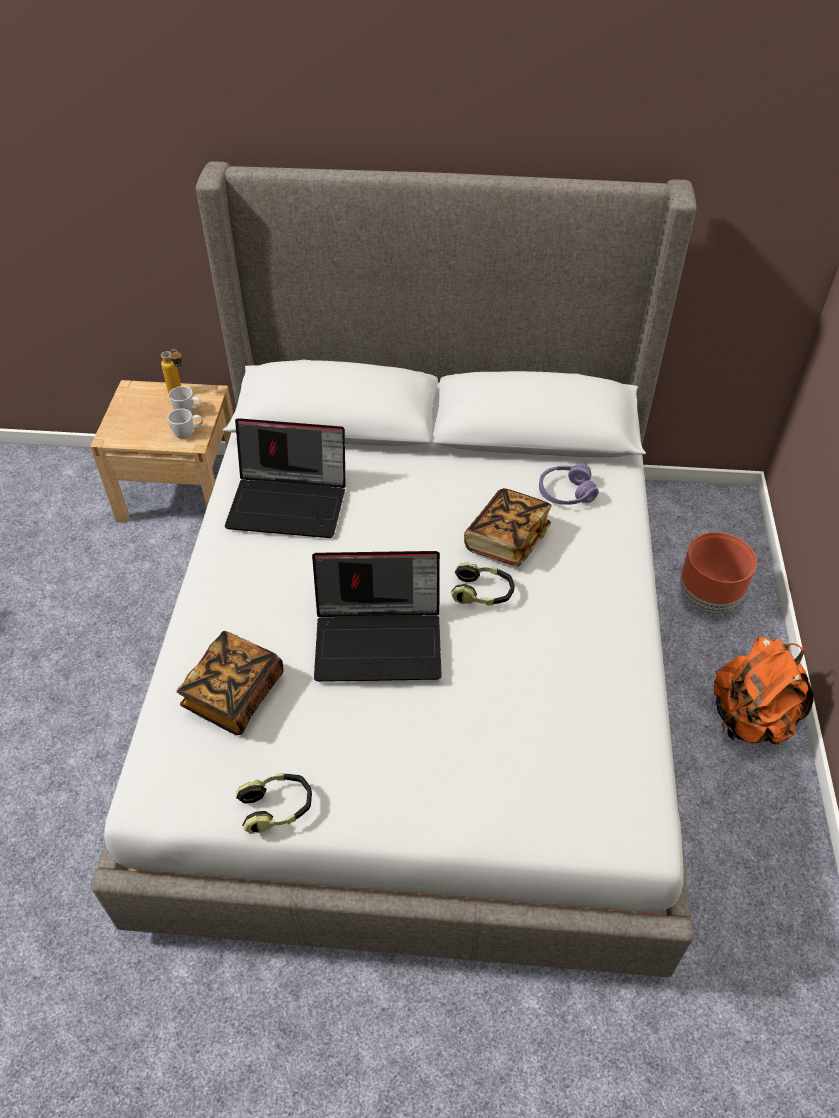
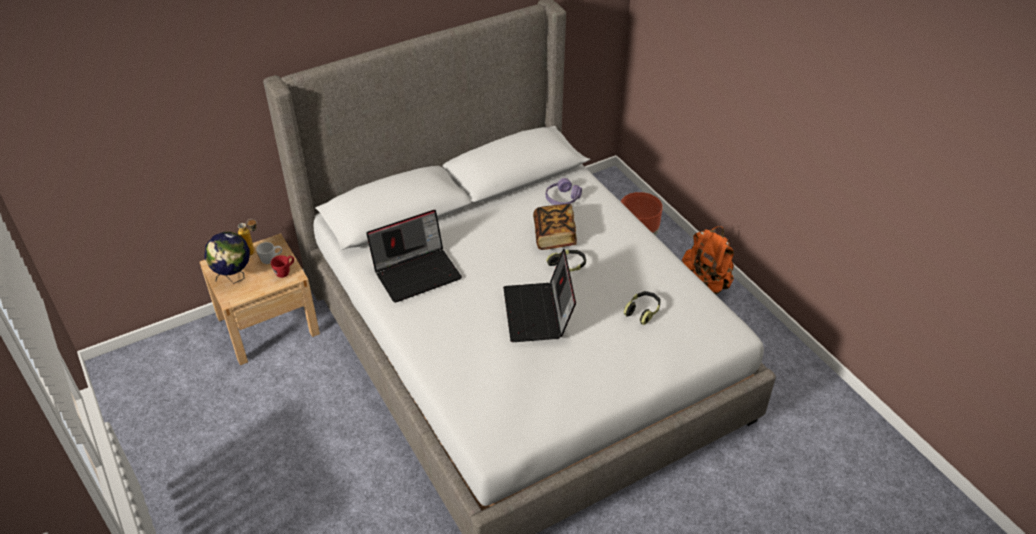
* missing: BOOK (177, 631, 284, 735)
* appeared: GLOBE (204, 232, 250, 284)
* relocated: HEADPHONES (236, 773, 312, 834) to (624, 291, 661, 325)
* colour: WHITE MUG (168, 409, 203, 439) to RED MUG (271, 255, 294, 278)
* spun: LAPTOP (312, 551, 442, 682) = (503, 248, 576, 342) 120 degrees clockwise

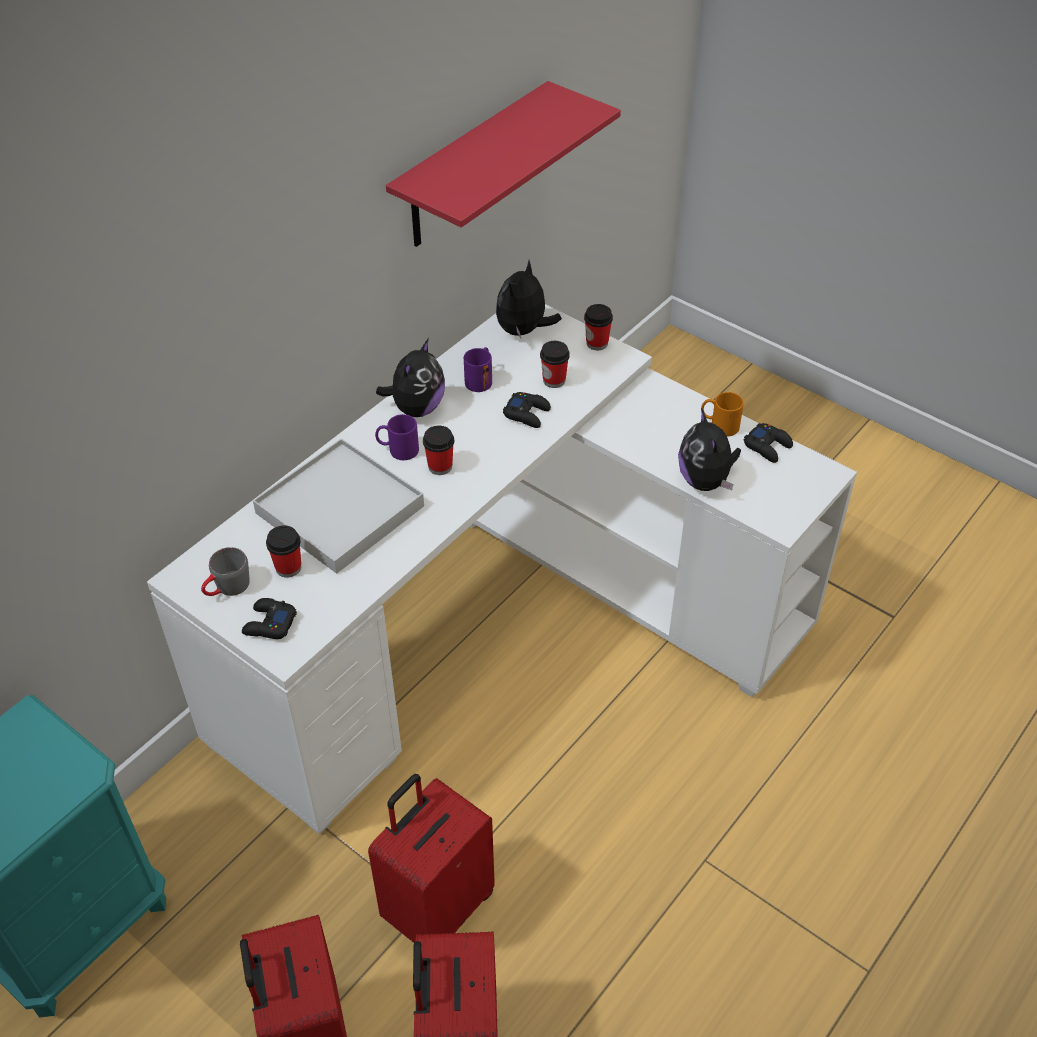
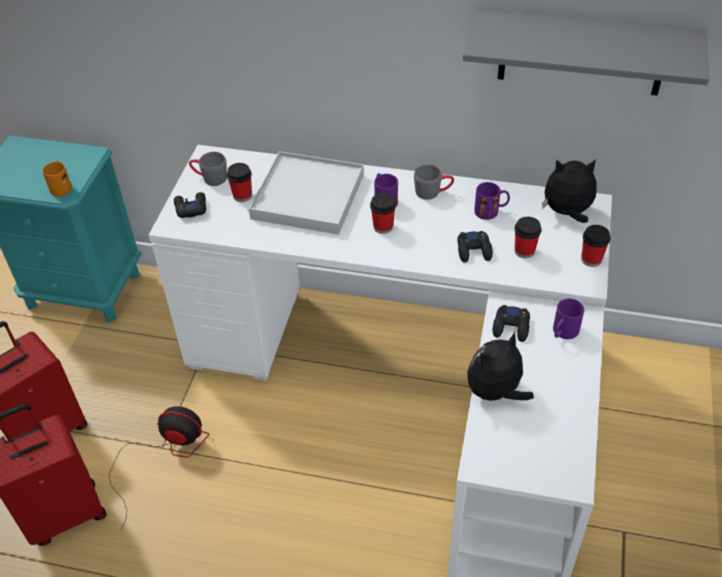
* appeared: PURPLE MUG (553, 298, 584, 339)
* relocated: ORANGE MUG (701, 392, 744, 437) to (42, 161, 72, 197)
* relocated: BLACK GAME CONTROLLER (744, 423, 793, 463) to (493, 305, 530, 342)
* exchanged: RED SUITCASE (368, 774, 495, 943) to FAN (109, 406, 210, 530)
* exchanged: PLUSH TOY (376, 338, 445, 417) to GREY MUG (414, 164, 454, 200)
* colour: RED SHELF (386, 81, 621, 247) to GREY SHELF (463, 9, 709, 96)

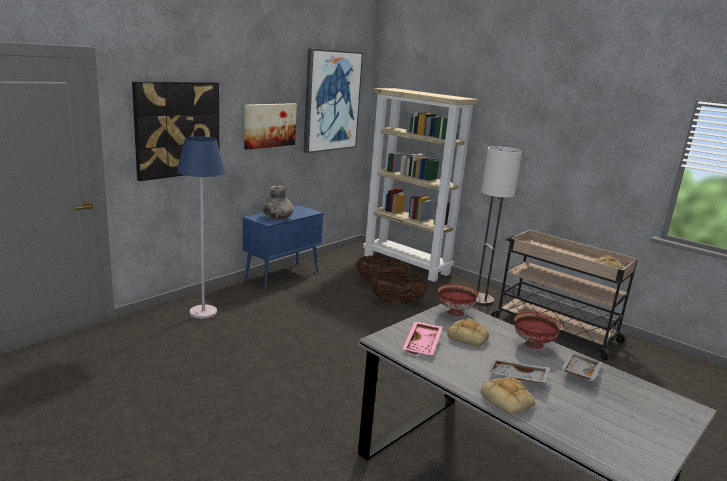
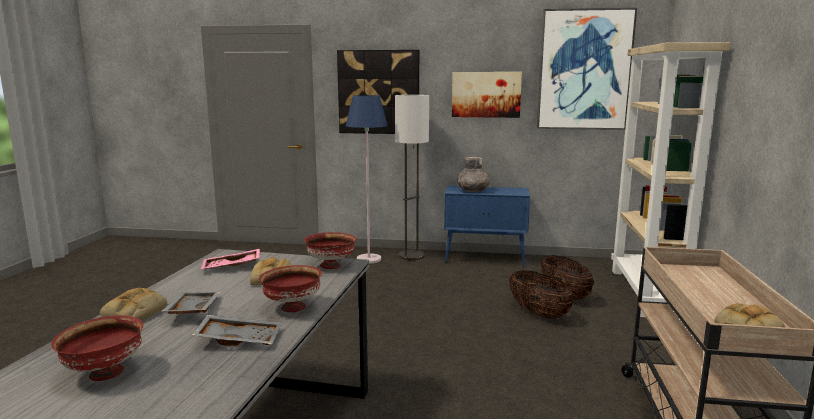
* appeared: RED BOWL (51, 315, 143, 381)
* relocated: FLOOR LAMP (476, 146, 522, 306) to (395, 95, 429, 260)

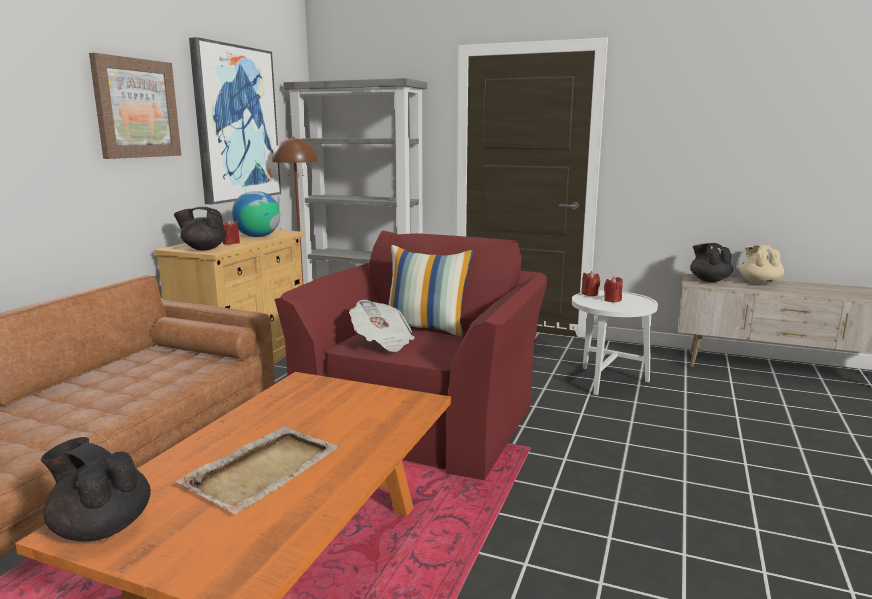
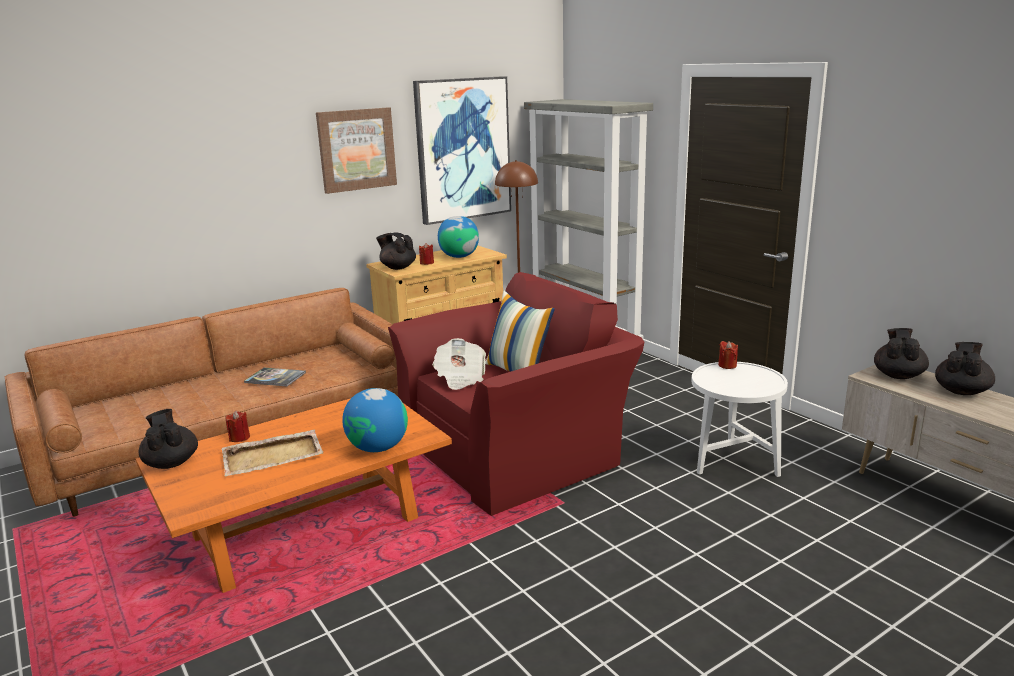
* appeared: BOOK (244, 368, 306, 386)
* appeared: GLOBE (342, 388, 408, 452)
* relocated: RED CANDLE (604, 276, 623, 302) to (226, 411, 250, 442)
* colour: BEIGE TEAPOT (739, 245, 784, 284) to BLACK TEAPOT (935, 342, 995, 395)

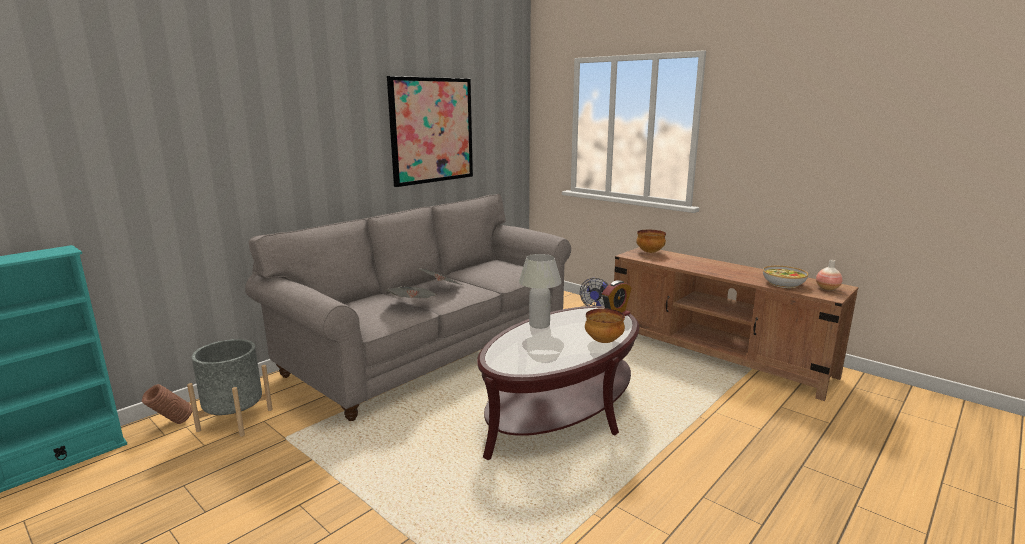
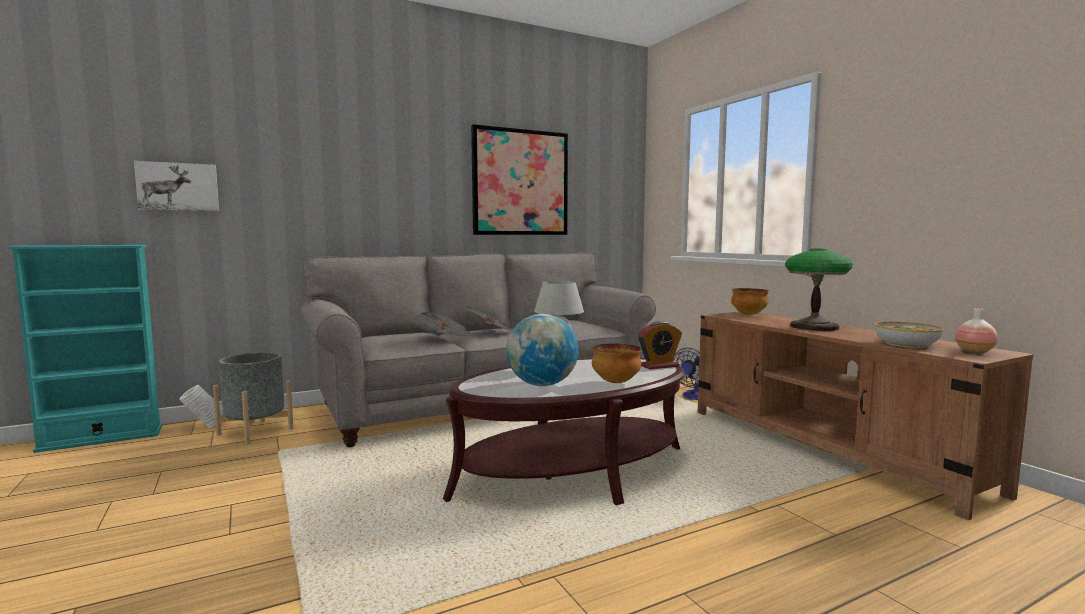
* appeared: PICTURE (134, 161, 219, 211)
* appeared: GLOBE (506, 314, 579, 386)
* appeared: TABLE LAMP (785, 249, 853, 331)
* colour: BROWN VASE (142, 384, 192, 424) to WHITE VASE (179, 385, 223, 428)

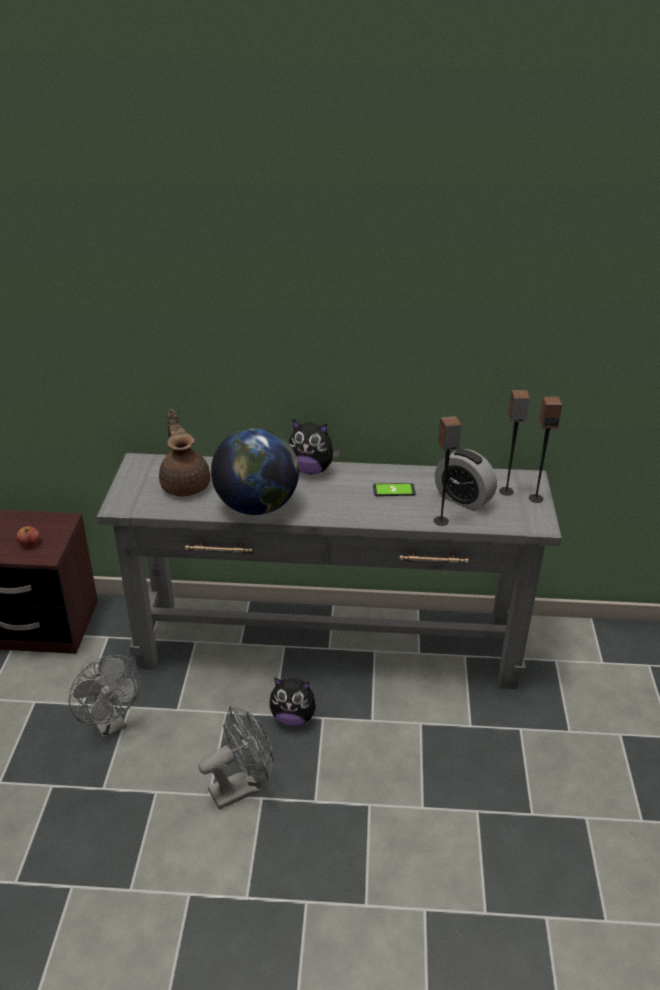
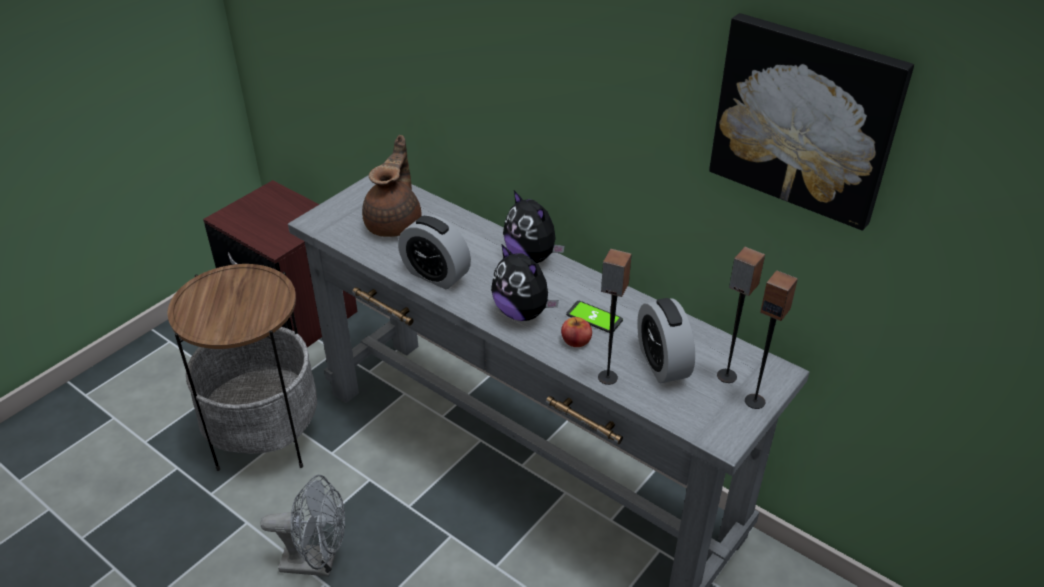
* appeared: PICTURE (709, 13, 914, 230)
* relocated: APPLE (17, 526, 40, 548) to (561, 317, 592, 347)
* relocated: PLUSH TOY (270, 678, 322, 726) to (491, 244, 559, 321)
* exchanged: GREY FAN (69, 655, 141, 739) to SIDE TABLE (167, 264, 317, 471)
* exchanged: GLOBE (211, 427, 299, 515) to ALARM CLOCK (398, 215, 471, 289)

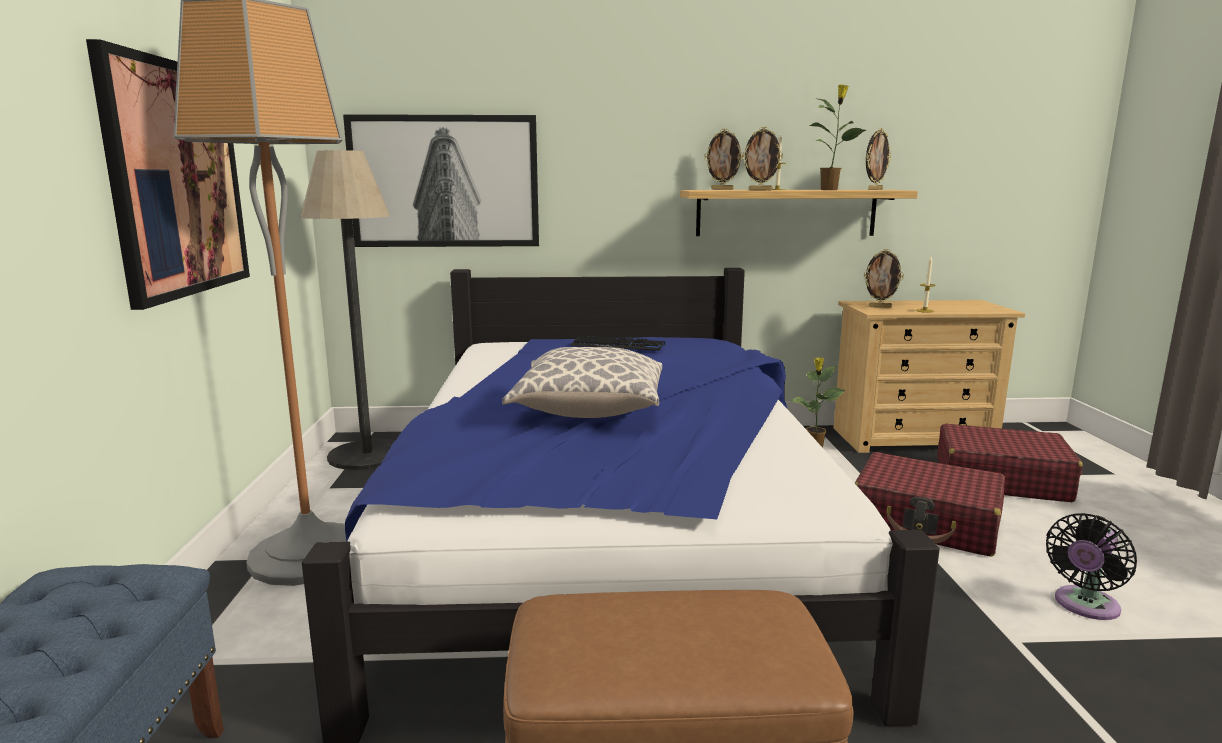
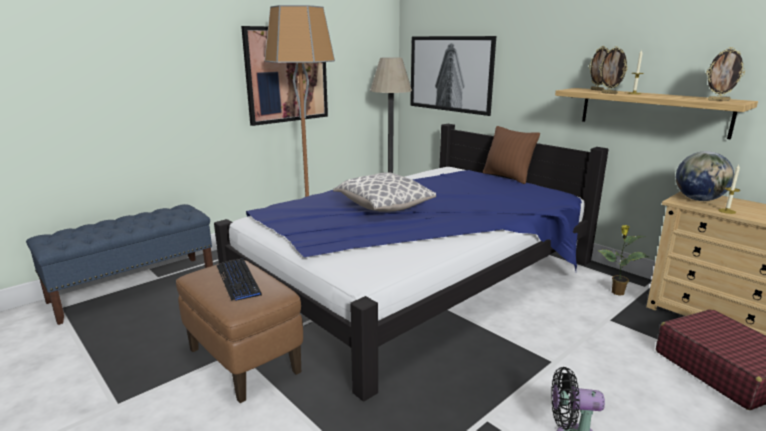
* missing: POTTED PLANT (809, 84, 866, 190)
* missing: RED SUITCASE (855, 452, 1005, 557)
* appeared: BROWN PILLOW (483, 126, 540, 184)
* relocated: KEYBOARD (571, 335, 665, 351) to (217, 258, 262, 301)
* exchanged: PICTURE FRAME (863, 249, 904, 308) to GLOBE (676, 151, 734, 201)

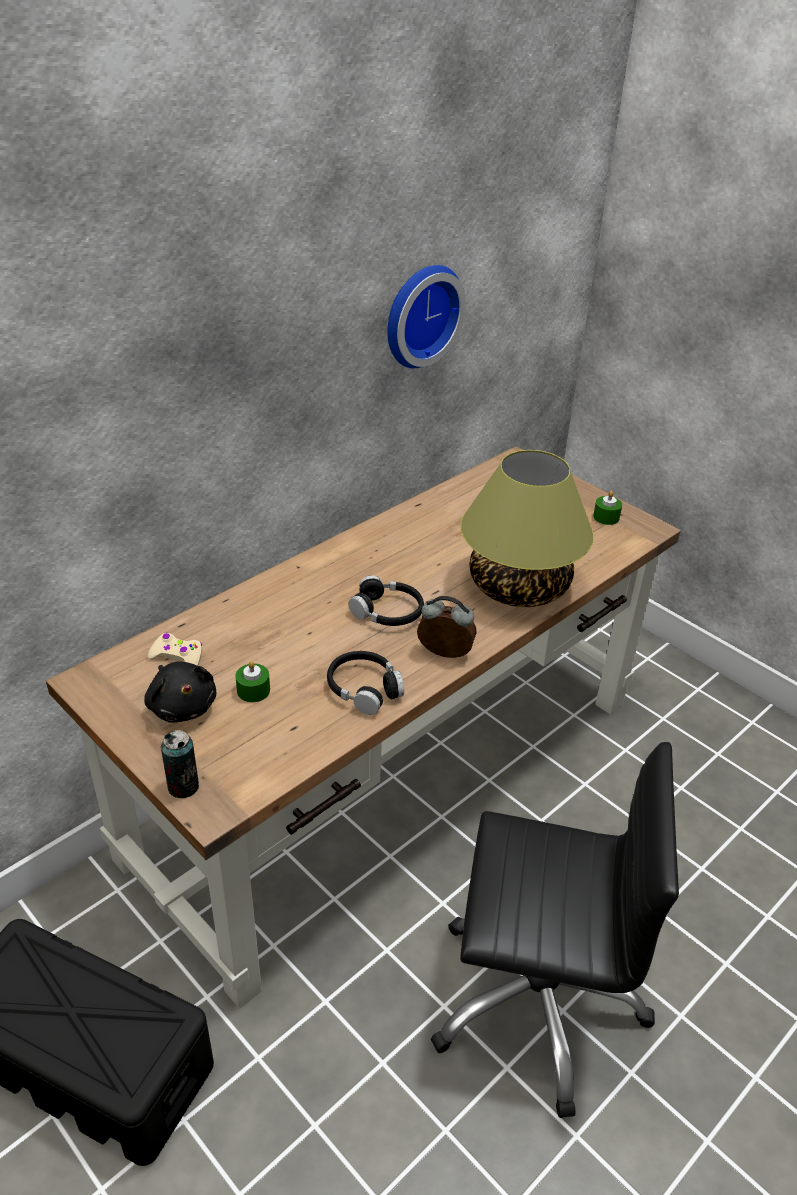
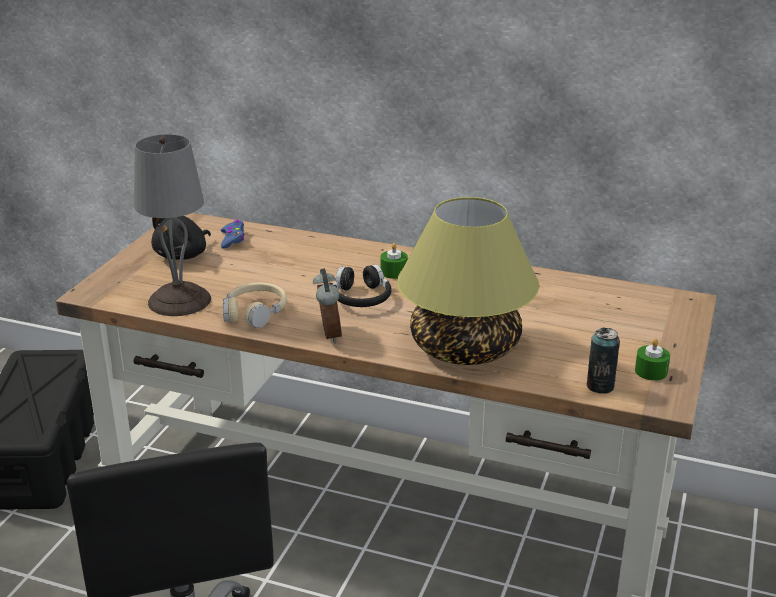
* missing: WALL CLOCK (387, 265, 466, 368)
* appeared: GREY TABLE LAMP (134, 134, 211, 316)
* relocated: CAN (161, 730, 199, 798) to (587, 328, 620, 394)
* relocated: GREEN CANDLE (235, 661, 270, 702) to (380, 243, 408, 279)
* colour: BEIGE GAME CONTROLLER (148, 633, 202, 666) to BLUE GAME CONTROLLER (221, 220, 244, 249)
* colour: BLACK HEADPHONES (327, 651, 404, 715) to BEIGE HEADPHONES (223, 283, 287, 328)

